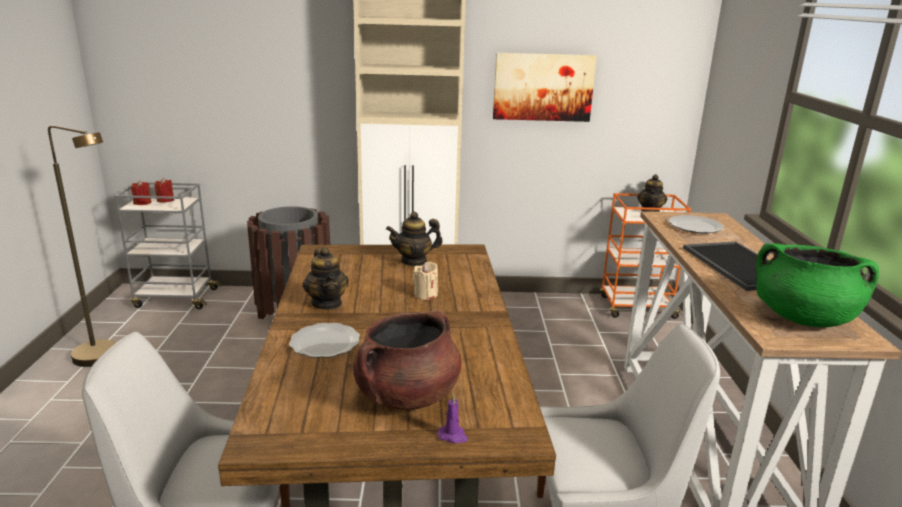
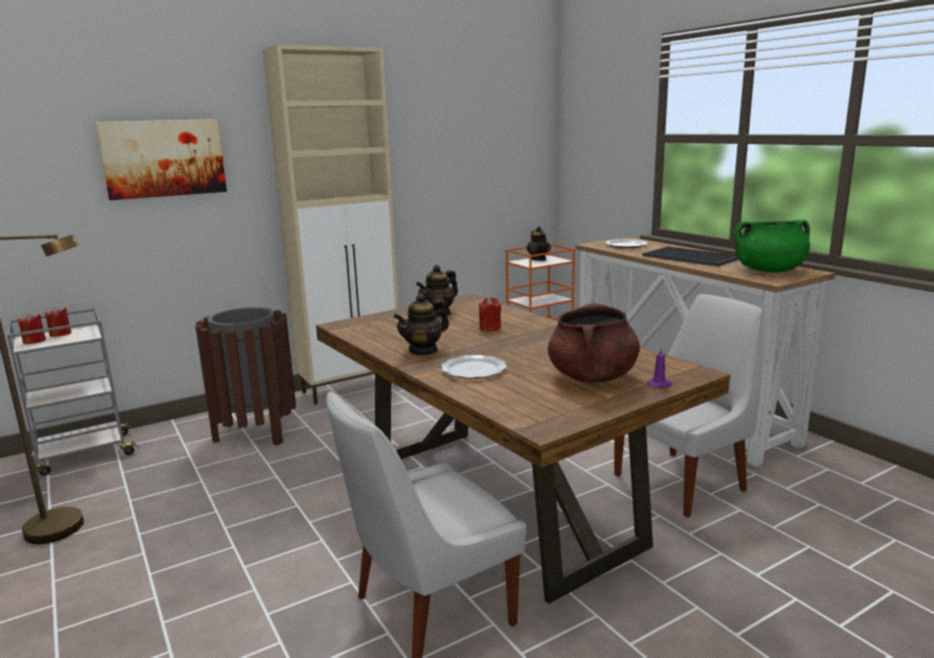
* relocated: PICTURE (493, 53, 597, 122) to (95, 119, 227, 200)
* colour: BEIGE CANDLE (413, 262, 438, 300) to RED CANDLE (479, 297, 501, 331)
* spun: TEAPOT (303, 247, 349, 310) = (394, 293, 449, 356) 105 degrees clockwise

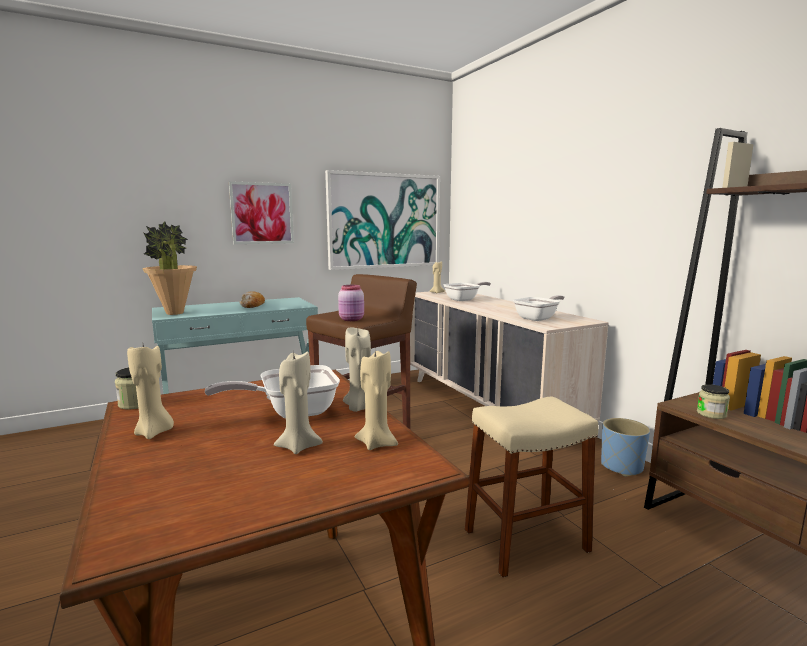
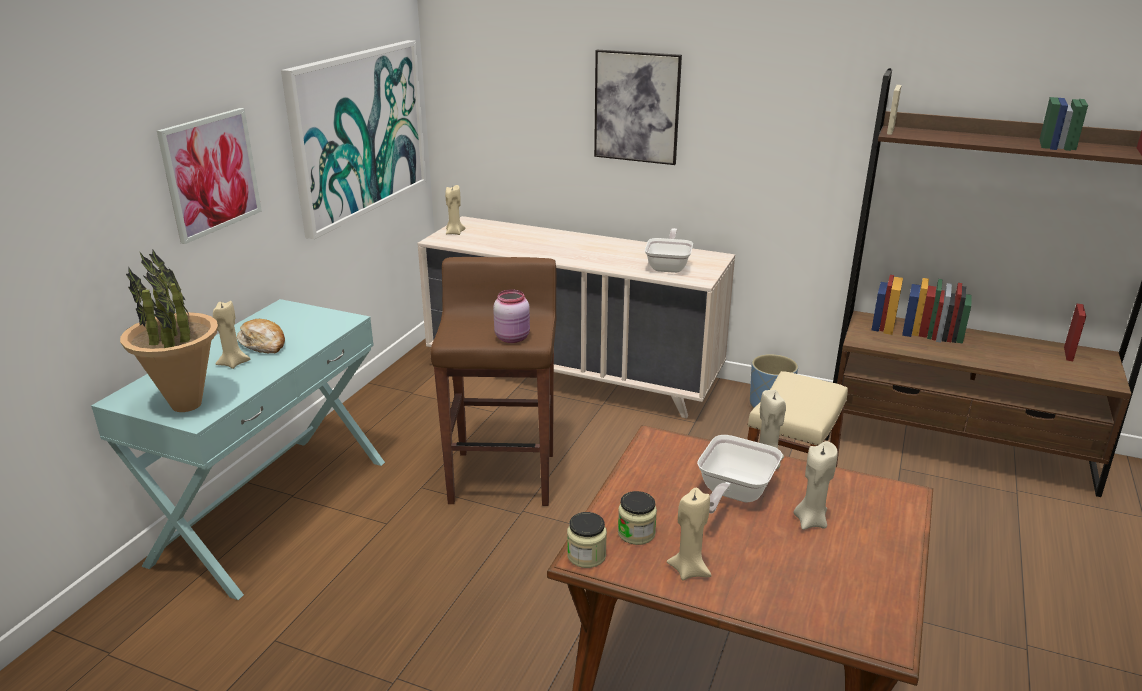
* missing: FRYING PAN (443, 282, 491, 301)
* appeared: PICTURE (594, 50, 682, 165)
* relocated: BEIGE CANDLE (355, 351, 398, 450) to (213, 301, 250, 369)
* relocated: JAR (697, 384, 730, 419) to (618, 491, 657, 545)

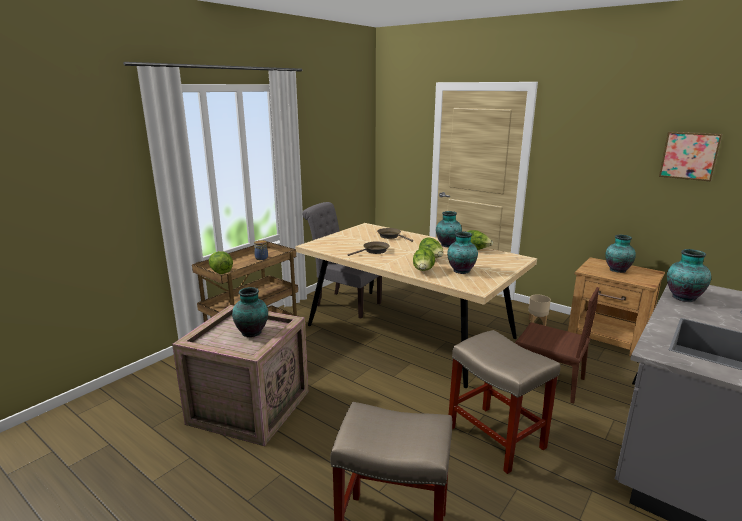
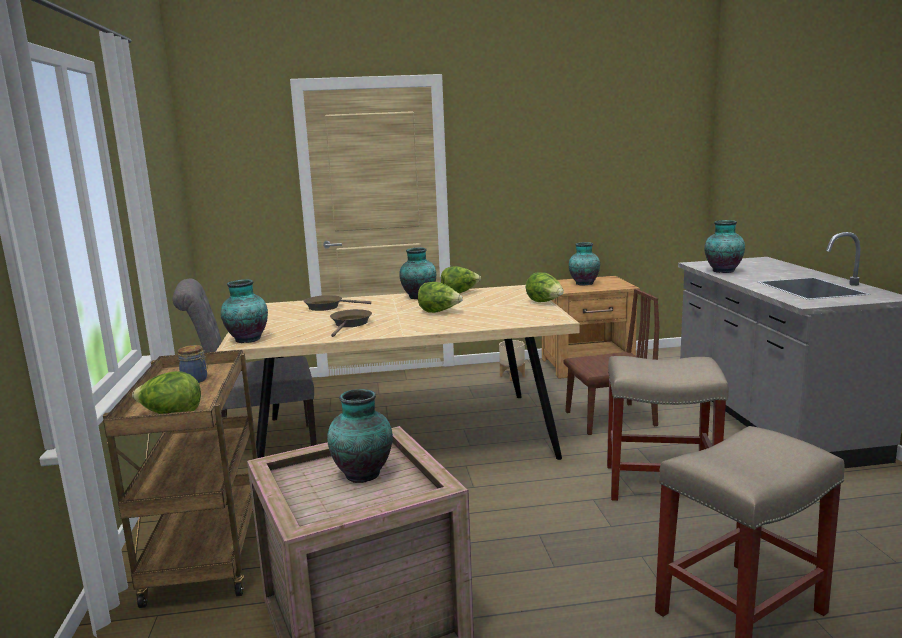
* missing: PICTURE (659, 131, 722, 182)
* relocated: LETTUCE (413, 248, 435, 271) to (526, 272, 564, 302)
* relocated: VASE (447, 232, 478, 274) to (221, 279, 268, 343)

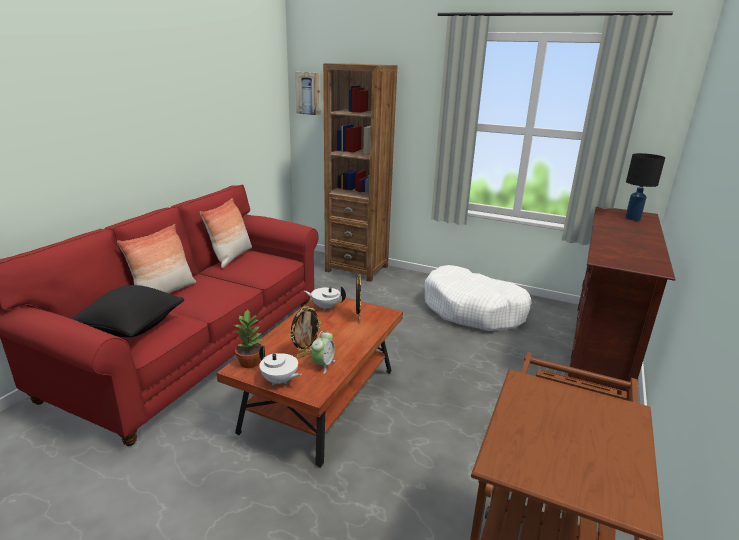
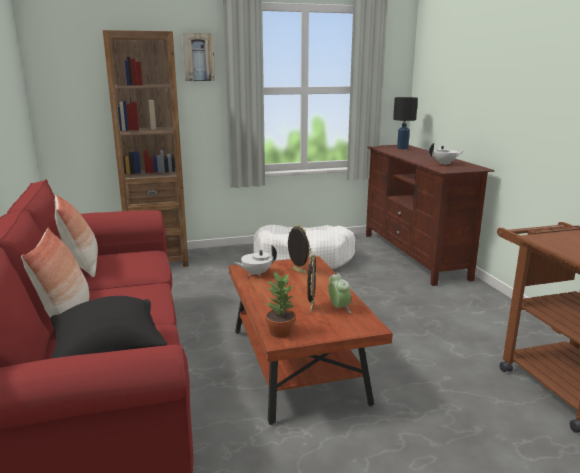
* relocated: WHITE TEAPOT (259, 345, 302, 386) to (429, 143, 463, 165)
* relocated: PICTURE (295, 72, 321, 115) to (182, 33, 215, 81)

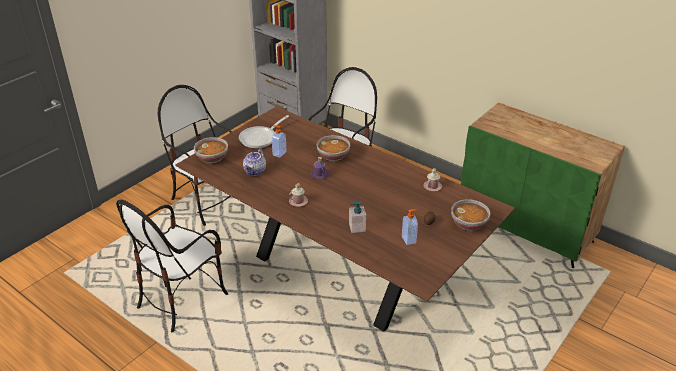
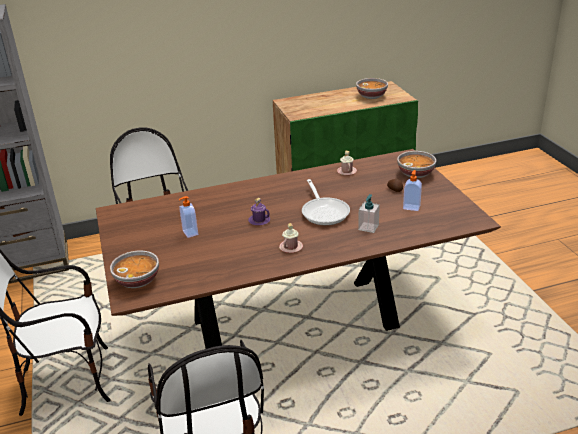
* missing: TEAPOT (243, 148, 266, 176)
* relocated: FRYING PAN (239, 115, 289, 148) to (302, 179, 350, 225)
* relocated: BOWL (317, 135, 350, 161) to (356, 78, 388, 99)

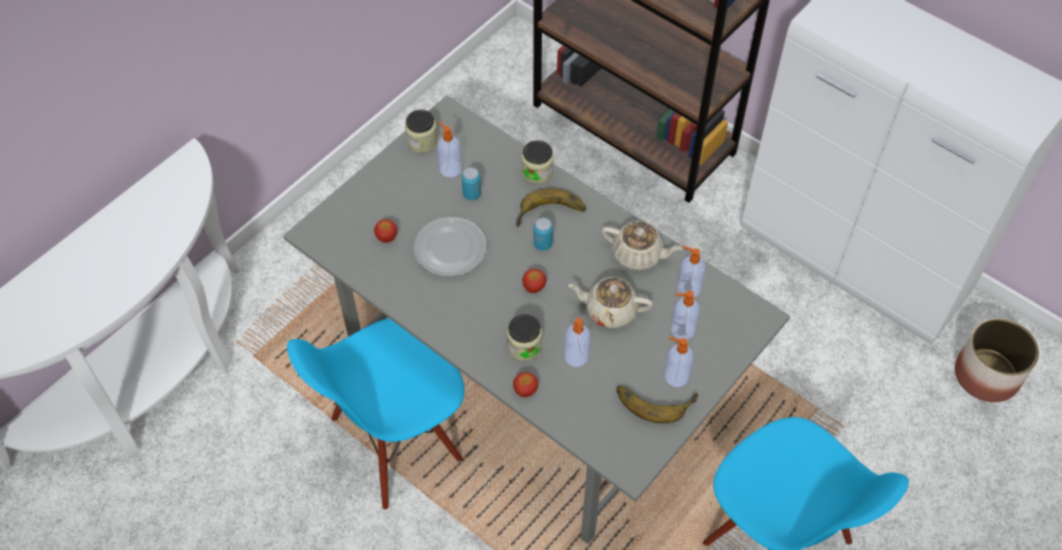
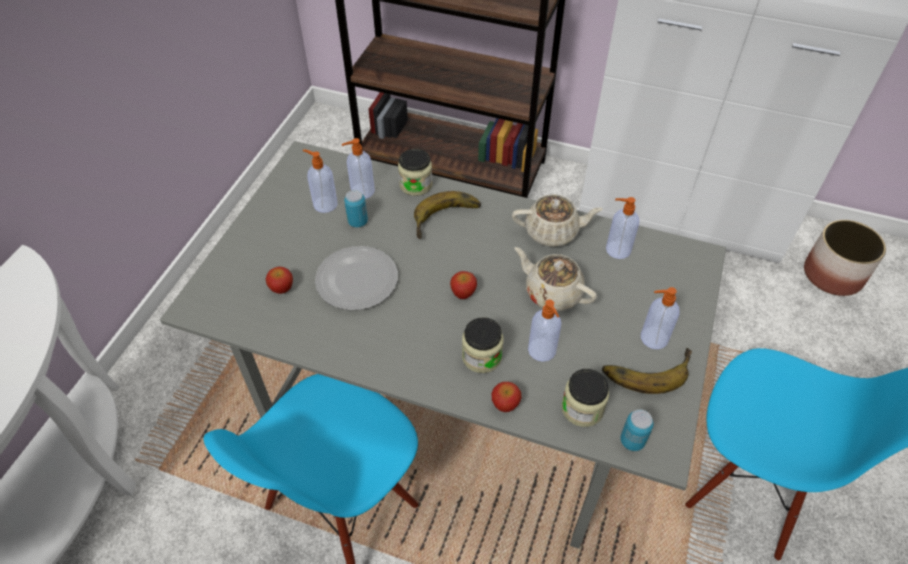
* relocated: JAR (405, 110, 438, 153) to (561, 369, 609, 427)
* relocated: CAN (534, 218, 553, 251) to (620, 409, 654, 451)
* relocated: SOAP DISPENSER (671, 291, 700, 340) to (342, 138, 375, 199)
* spun: BEIGE TEAPOT (568, 277, 653, 328) = (515, 247, 597, 311) 45 degrees clockwise

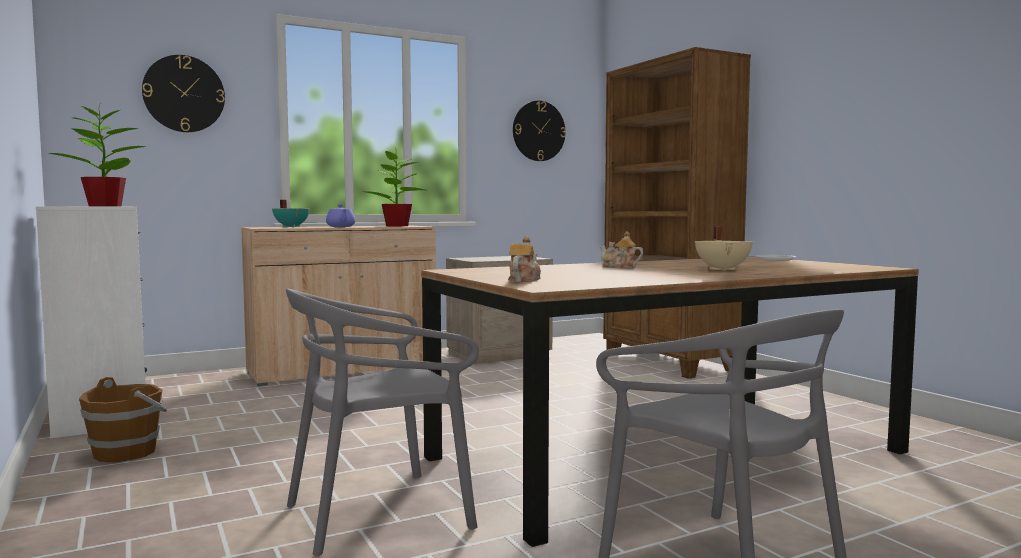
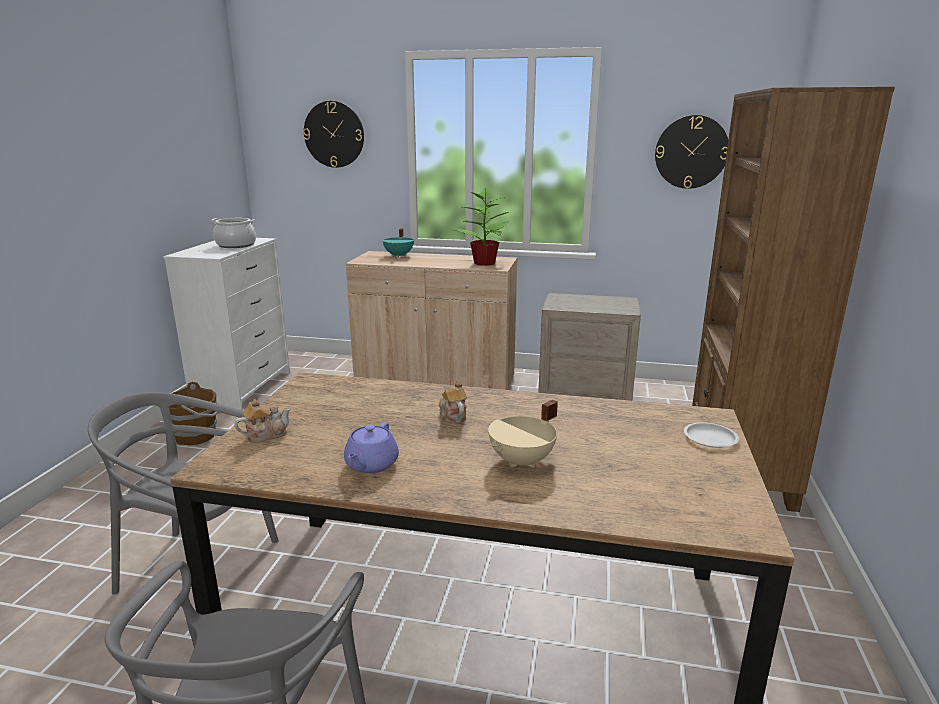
* relocated: PURPLE TEAPOT (326, 204, 355, 227) to (344, 422, 399, 474)
* exchanged: POTTED PLANT (48, 104, 146, 207) to COOKING POT (212, 218, 256, 248)

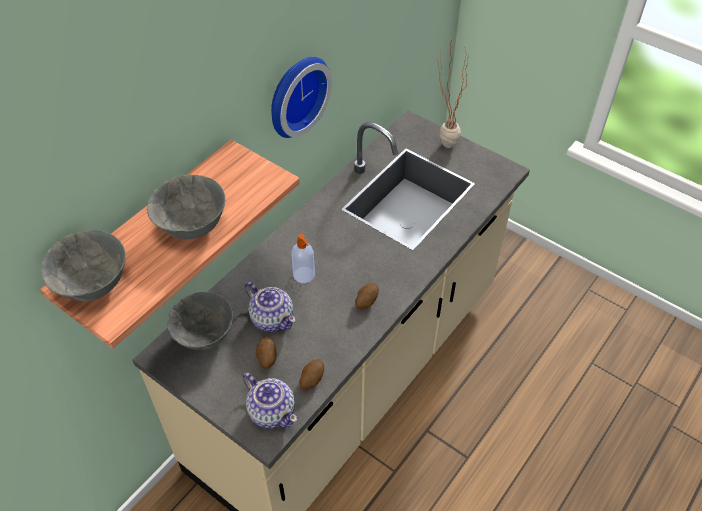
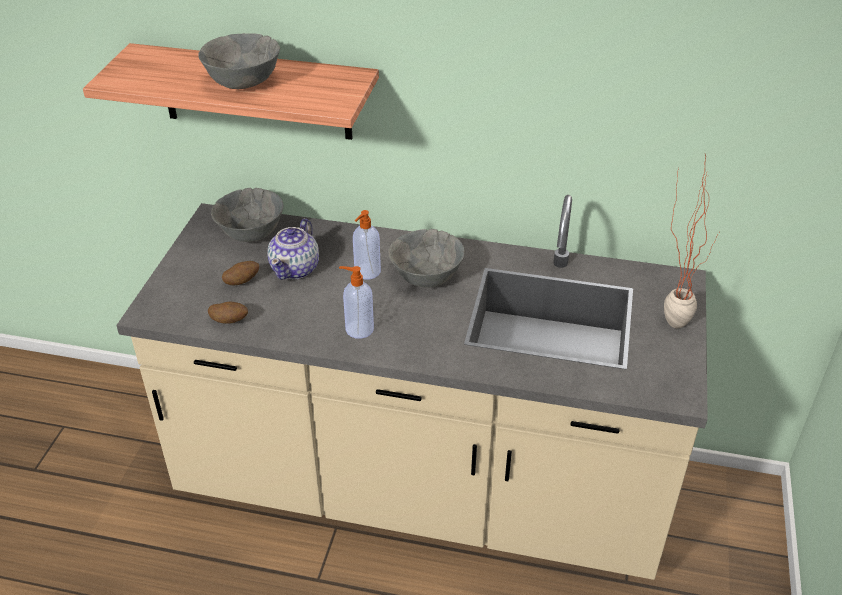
* missing: TEAPOT (242, 373, 298, 429)
* missing: WALL CLOCK (271, 57, 332, 138)
* relocated: GREY BOWL (41, 230, 126, 301) to (388, 229, 465, 288)
* exchanged: POTATO (355, 283, 379, 309) to SOAP DISPENSER (339, 266, 374, 339)

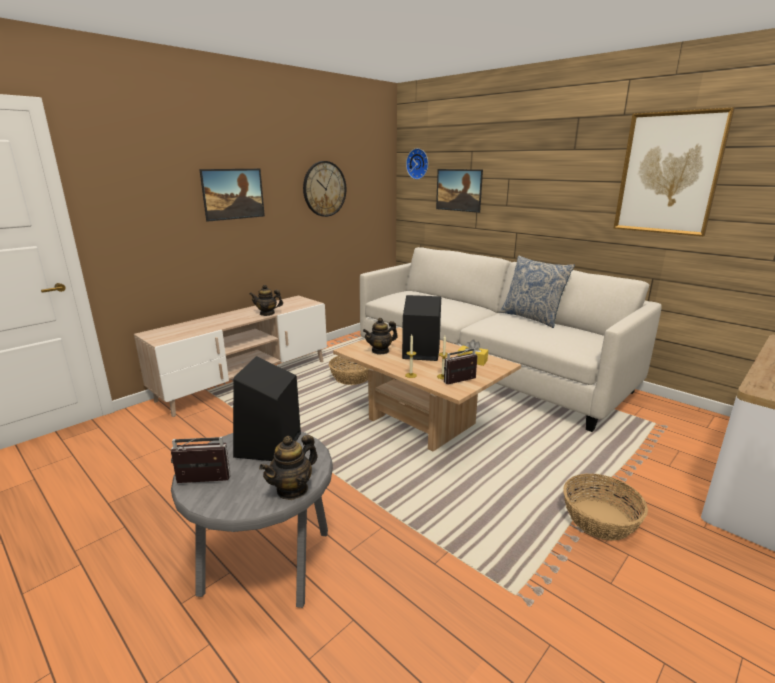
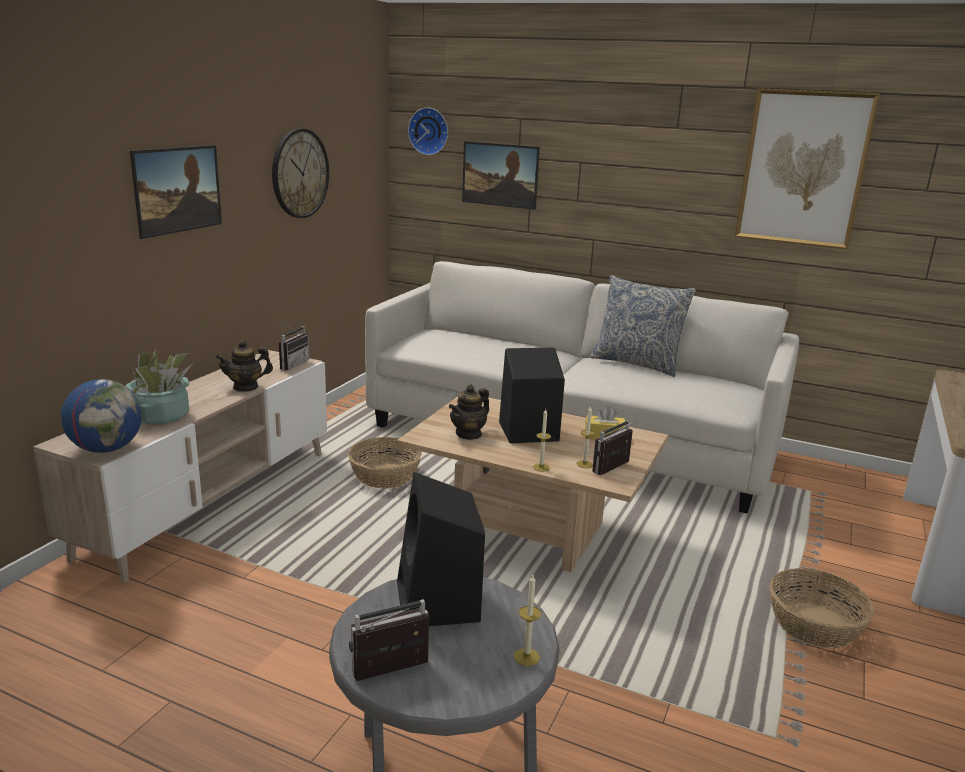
* appeared: GLOBE (61, 379, 142, 453)
* appeared: POTTED PLANT (126, 350, 192, 425)
* appeared: RADIO (277, 320, 309, 371)
* exchanged: TEAPOT (259, 435, 318, 500) to CANDLE (514, 575, 541, 666)

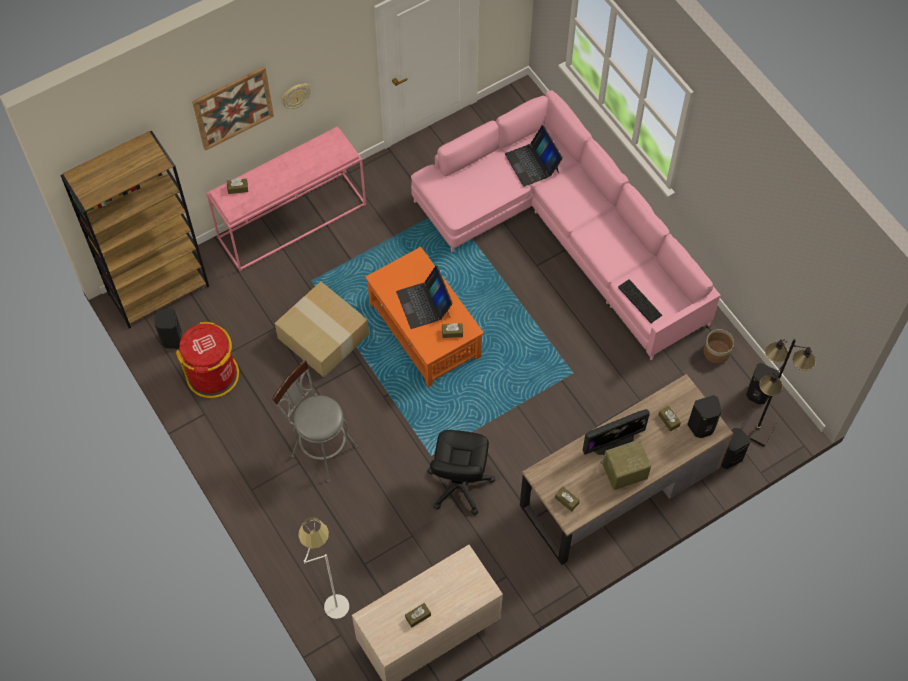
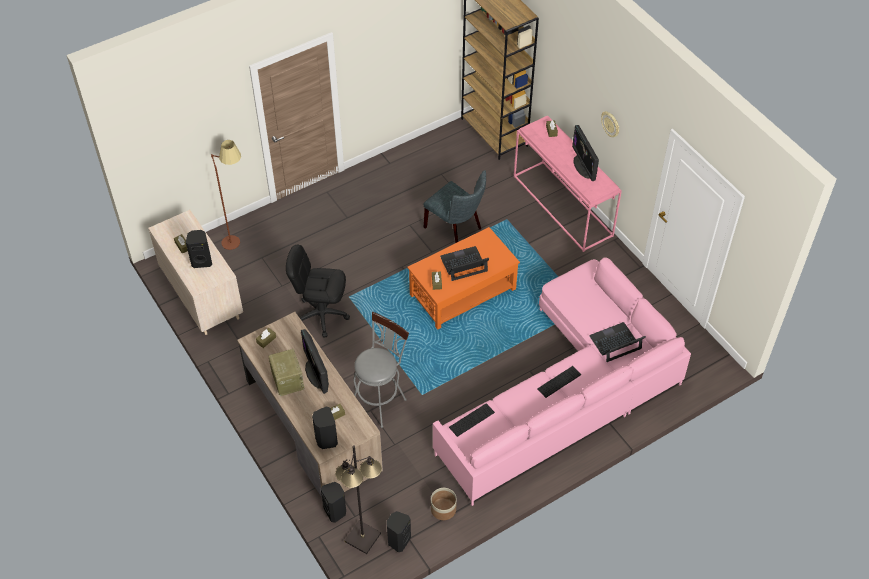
* missing: RED TRASH CAN (176, 322, 239, 398)
* missing: PICTURE (192, 67, 274, 151)
* appeared: KEYBOARD (537, 366, 581, 398)
* appeared: MONITOR (572, 125, 599, 181)
* relocated: BLACK SPEAKER (154, 308, 182, 349) to (186, 230, 212, 268)
* relocated: GREY STOOL (272, 360, 358, 482) to (353, 312, 409, 428)
* exchanged: CARDBOARD BOX (275, 282, 369, 377) to GREY CHAIR (423, 170, 486, 243)
* colour: WHITE FLOOR LAMP (298, 517, 349, 619) to BROWN FLOOR LAMP (211, 140, 241, 250)

